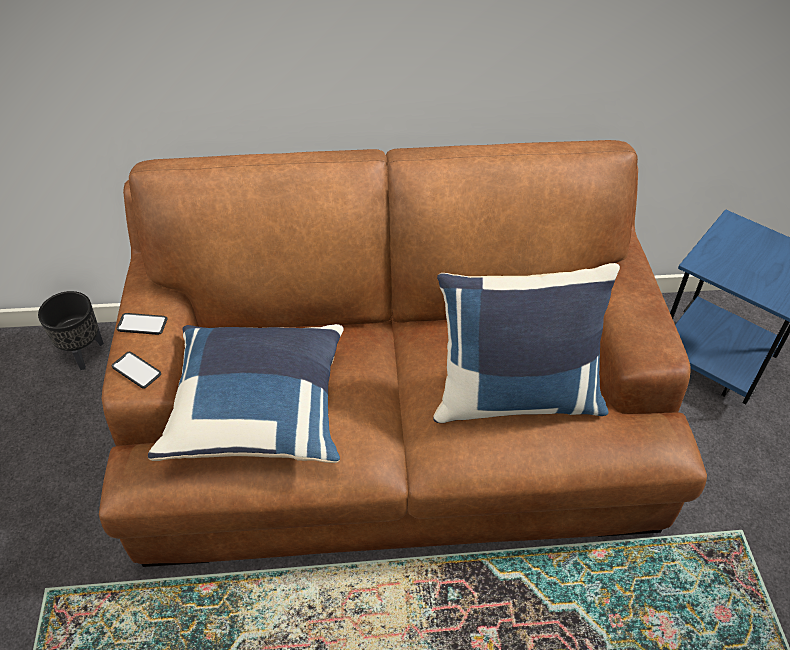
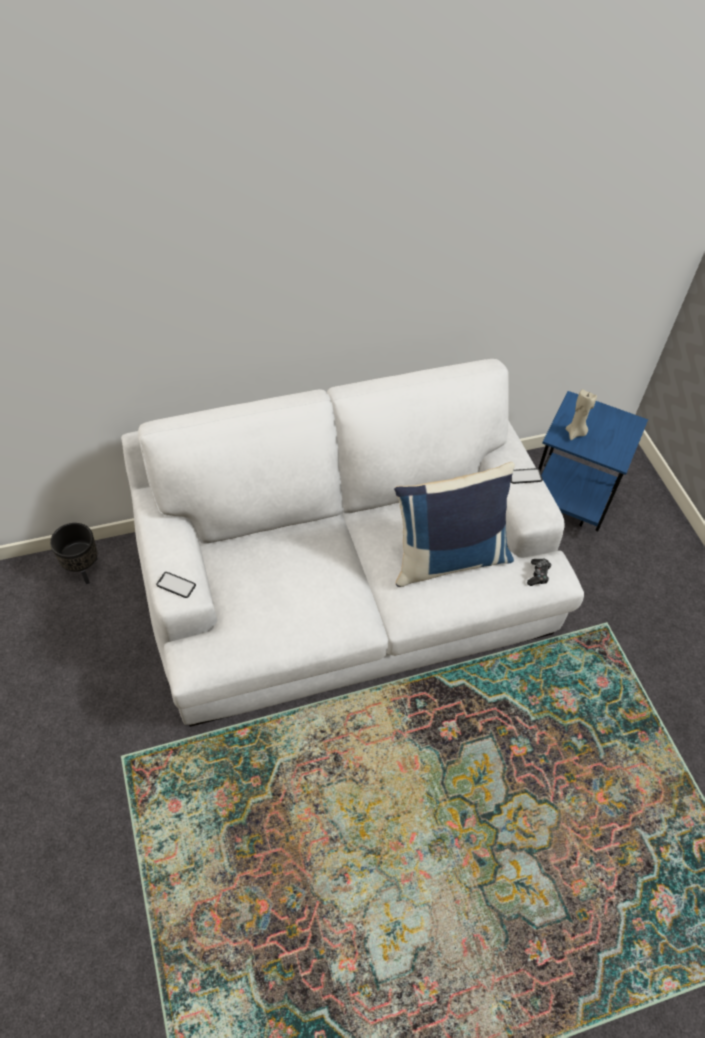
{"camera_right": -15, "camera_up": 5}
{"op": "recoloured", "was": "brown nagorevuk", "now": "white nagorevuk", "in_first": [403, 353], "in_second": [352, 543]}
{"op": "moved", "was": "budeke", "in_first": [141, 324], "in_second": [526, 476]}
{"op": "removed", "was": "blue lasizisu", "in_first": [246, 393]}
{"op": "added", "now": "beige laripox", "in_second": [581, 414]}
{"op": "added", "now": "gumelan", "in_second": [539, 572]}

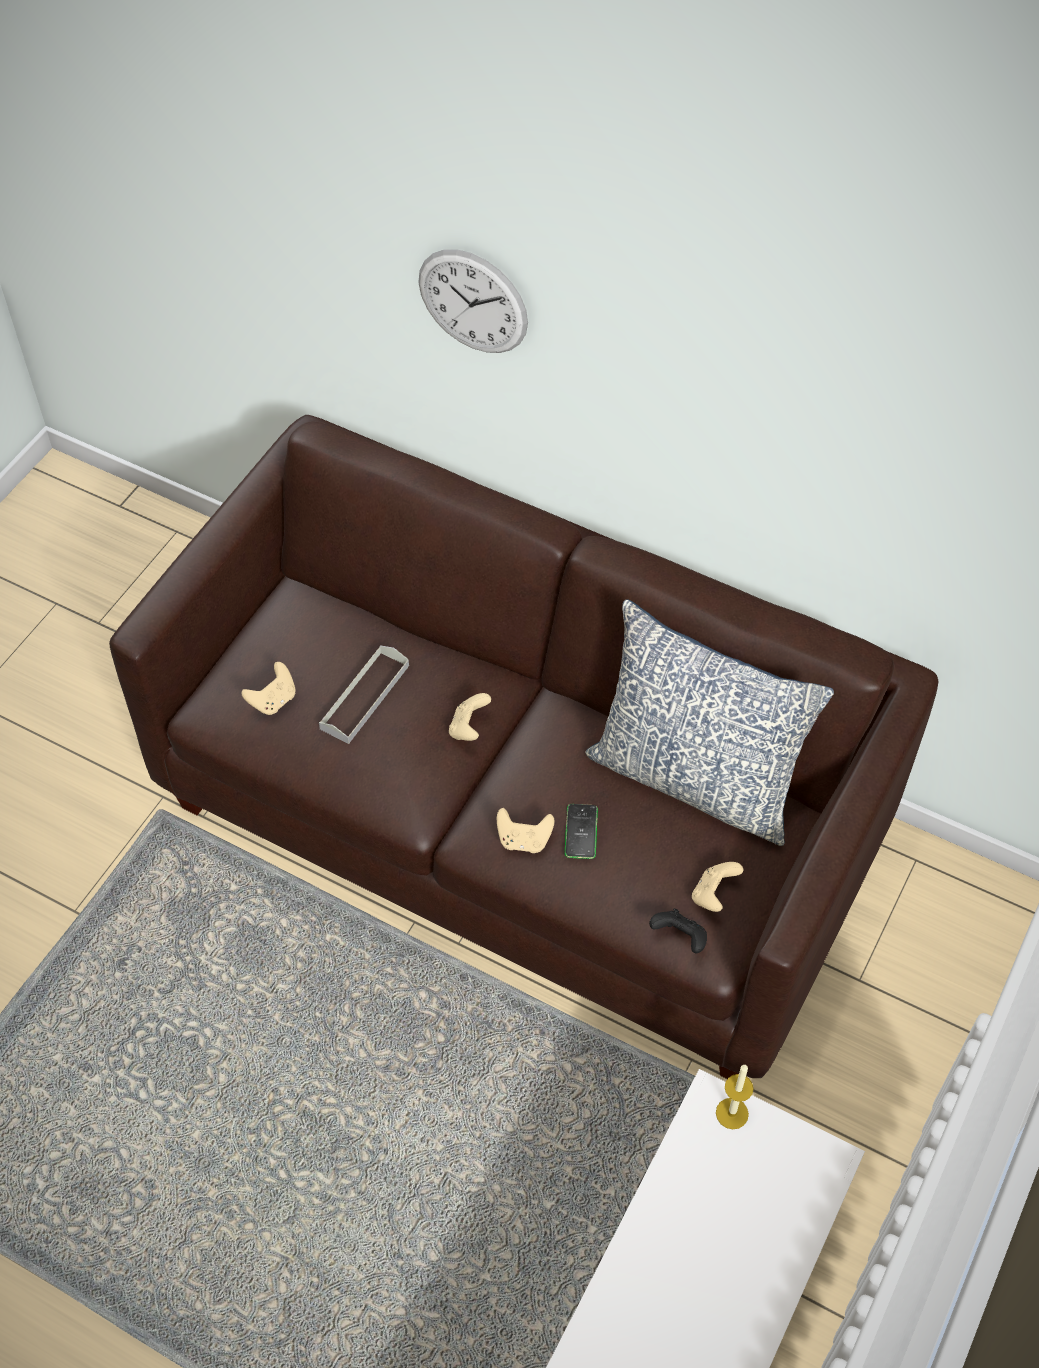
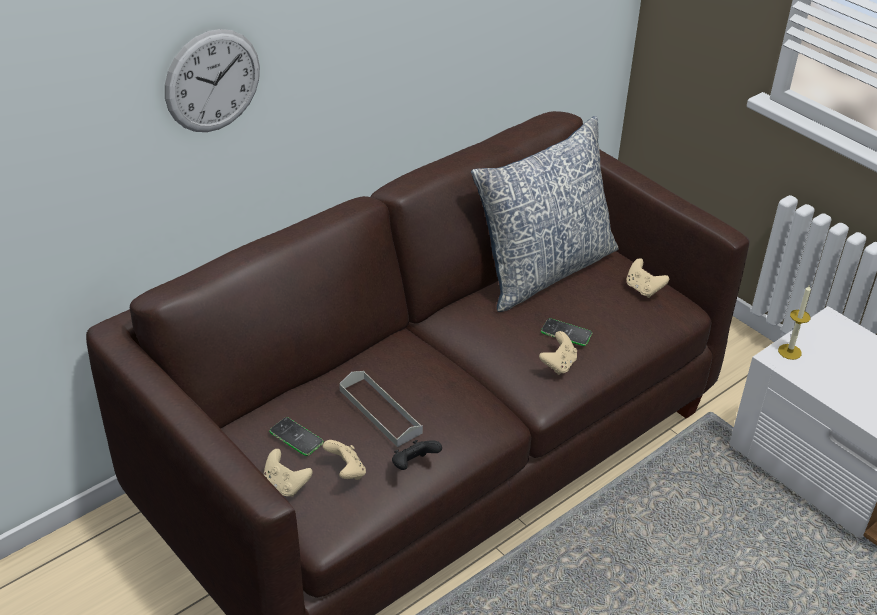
{"camera_right": -70, "camera_up": -15}
{"op": "moved", "was": "beige gumelan", "in_first": [470, 717], "in_second": [288, 473]}
{"op": "moved", "was": "black gumelan", "in_first": [678, 931], "in_second": [417, 455]}
{"op": "added", "now": "budeke", "in_second": [296, 436]}

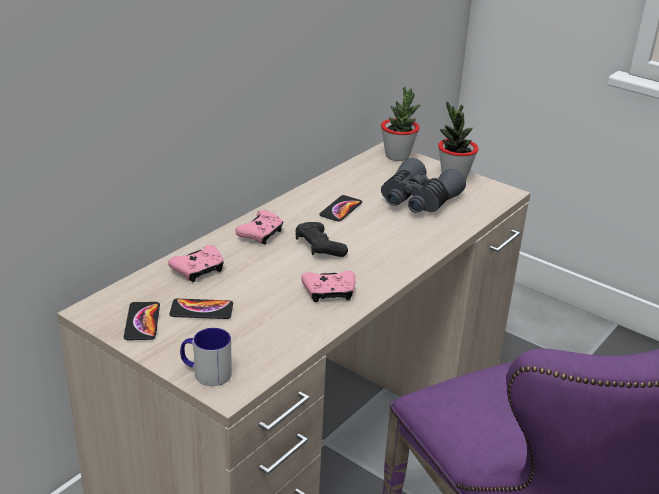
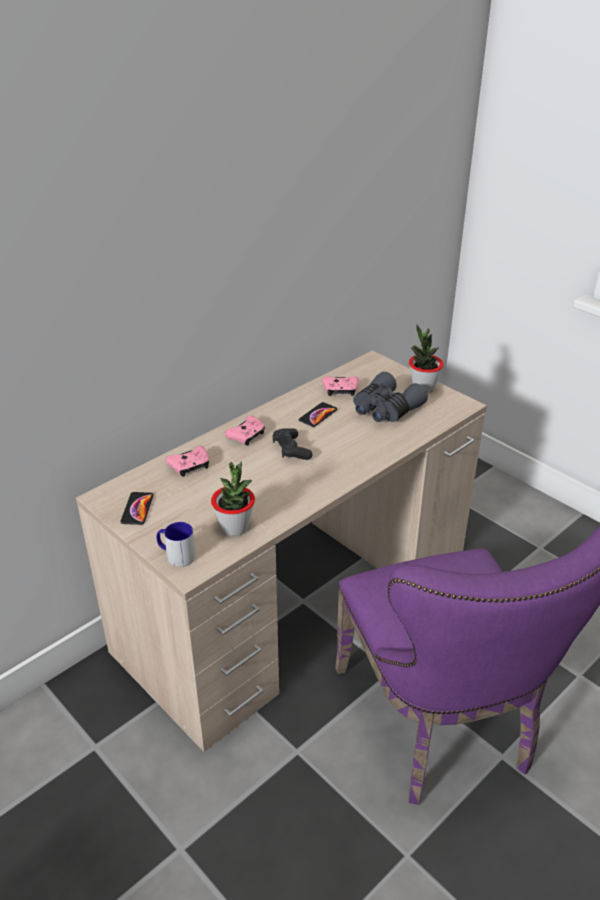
{"camera_right": 10, "camera_up": 5}
{"op": "moved", "was": "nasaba", "in_first": [400, 124], "in_second": [233, 499]}
{"op": "moved", "was": "pink gumelan", "in_first": [328, 286], "in_second": [340, 386]}
{"op": "removed", "was": "budeke", "in_first": [201, 309]}

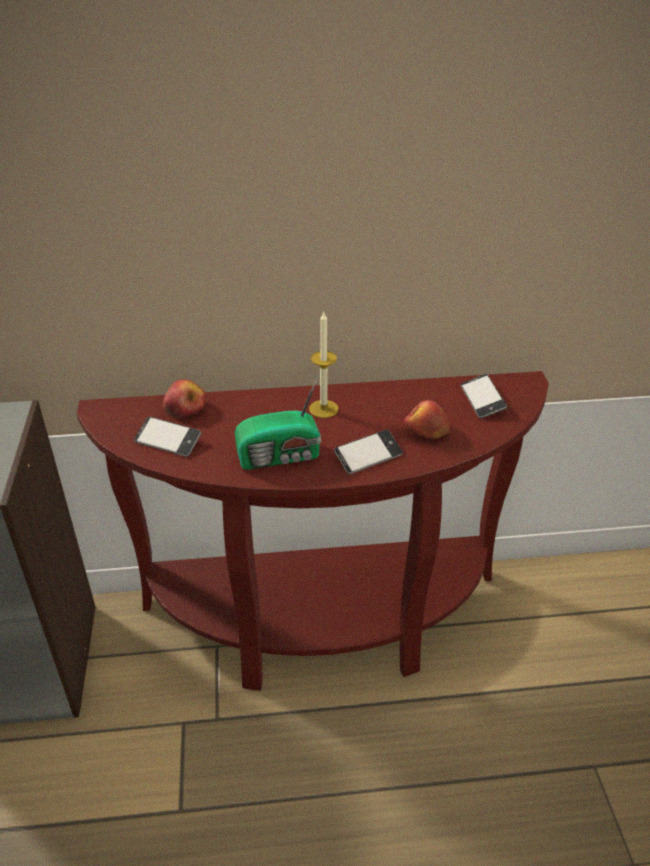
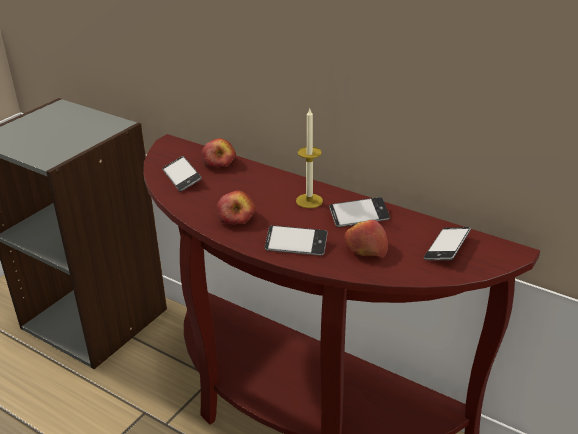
{"camera_right": 40, "camera_up": -5}
{"op": "replaced", "was": "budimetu", "now": "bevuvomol", "in_first": [278, 422], "in_second": [236, 208]}
{"op": "added", "now": "budeke", "in_second": [359, 212]}

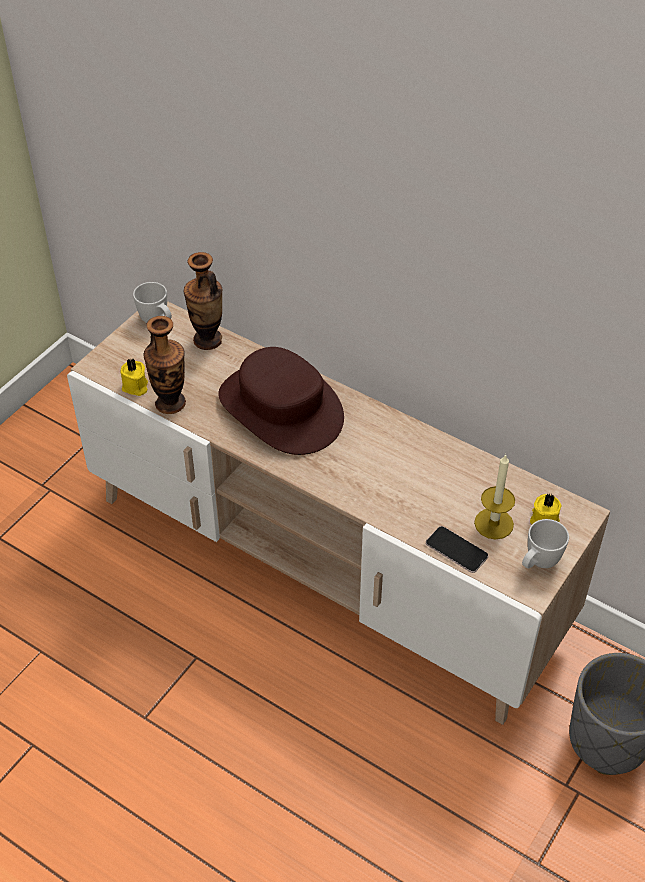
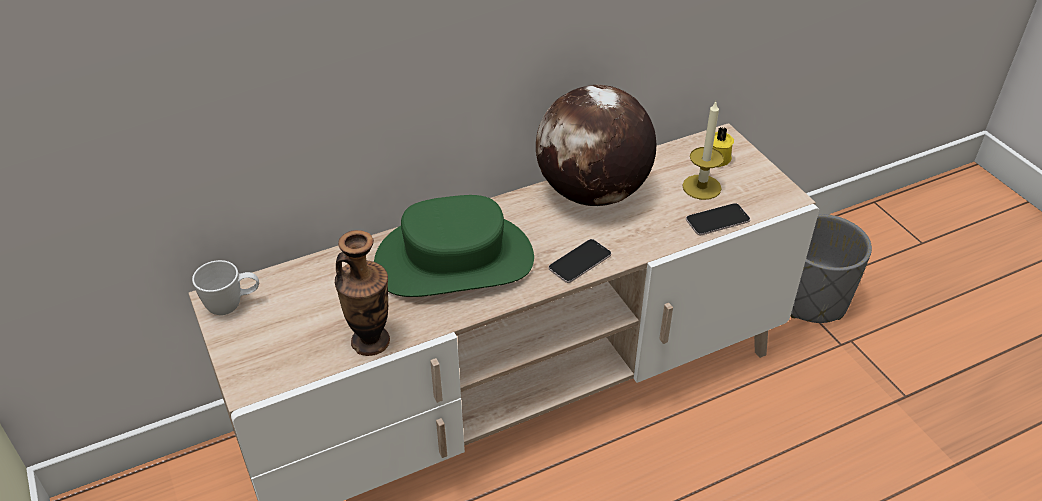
{"camera_right": -60, "camera_up": -5}
{"op": "removed", "was": "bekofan", "in_first": [203, 301]}
{"op": "recoloured", "was": "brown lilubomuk", "now": "green lilubomuk", "in_first": [281, 401], "in_second": [454, 246]}
{"op": "removed", "was": "yellow laripox", "in_first": [134, 377]}
{"op": "removed", "was": "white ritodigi", "in_first": [545, 544]}
{"op": "added", "now": "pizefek", "in_second": [596, 145]}
{"op": "added", "now": "budeke", "in_second": [580, 261]}

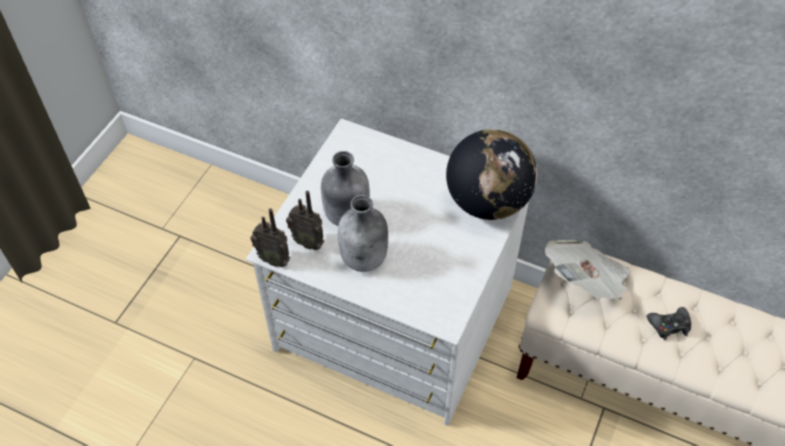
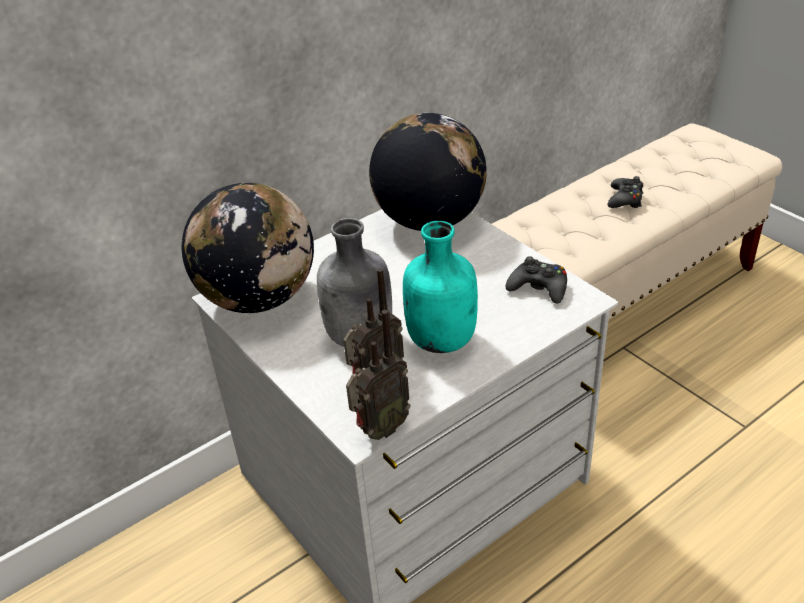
{"camera_right": -60, "camera_up": -15}
{"op": "recoloured", "was": "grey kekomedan", "now": "turquoise kekomedan", "in_first": [363, 233], "in_second": [440, 287]}
{"op": "removed", "was": "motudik", "in_first": [588, 270]}
{"op": "added", "now": "pizefek", "in_second": [248, 248]}
{"op": "added", "now": "black gumelan", "in_second": [536, 280]}

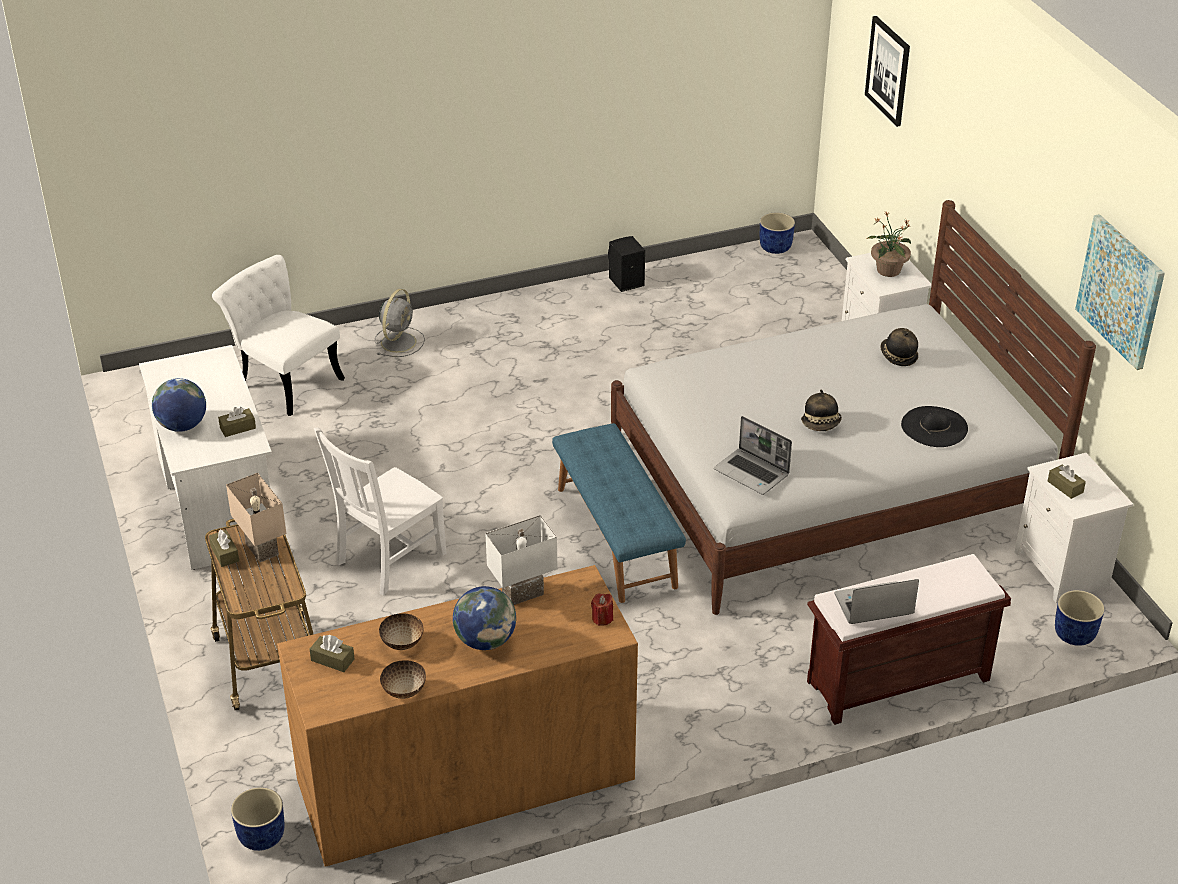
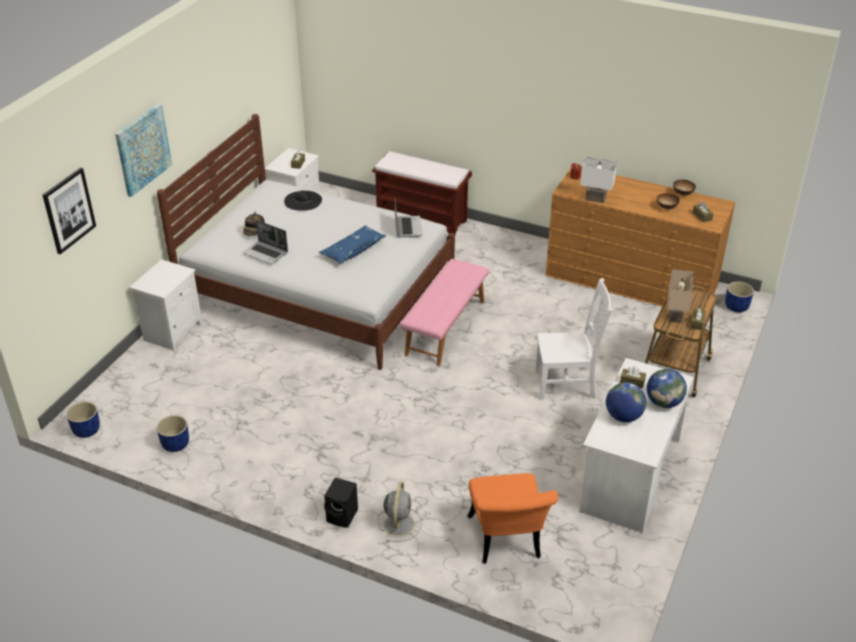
{"camera_right": -135, "camera_up": 0}
{"op": "removed", "was": "nasaba", "in_first": [888, 244]}
{"op": "moved", "was": "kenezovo", "in_first": [1120, 292], "in_second": [143, 150]}
{"op": "moved", "was": "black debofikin", "in_first": [626, 264], "in_second": [341, 503]}
{"op": "recoloured", "was": "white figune", "now": "orange figune", "in_first": [278, 335], "in_second": [512, 518]}
{"op": "turned", "was": "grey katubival", "in_first": [400, 323], "in_second": [399, 512], "clockwise": 120}
{"op": "removed", "was": "lilubomuk", "in_first": [821, 410]}
{"op": "recoloured", "was": "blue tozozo", "now": "pink tozozo", "in_first": [619, 513], "in_second": [445, 312]}
{"op": "moved", "was": "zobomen", "in_first": [876, 601], "in_second": [265, 242]}
{"op": "moved", "was": "pizefek", "in_first": [484, 618], "in_second": [626, 402]}
{"op": "moved", "was": "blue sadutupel", "in_first": [1080, 618], "in_second": [173, 433]}
{"op": "added", "now": "blue lasizisu", "in_second": [352, 244]}

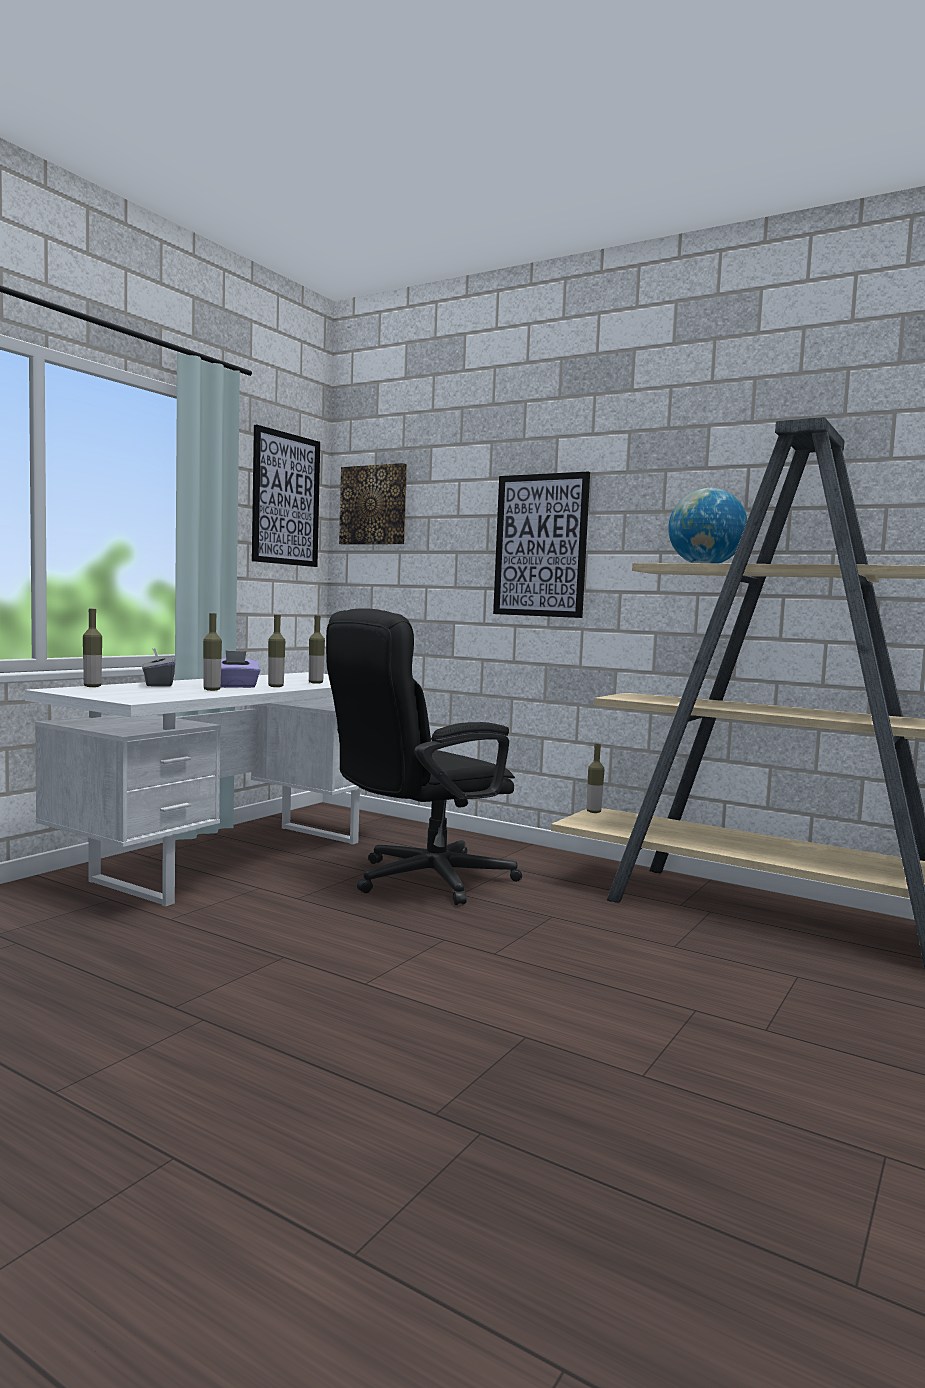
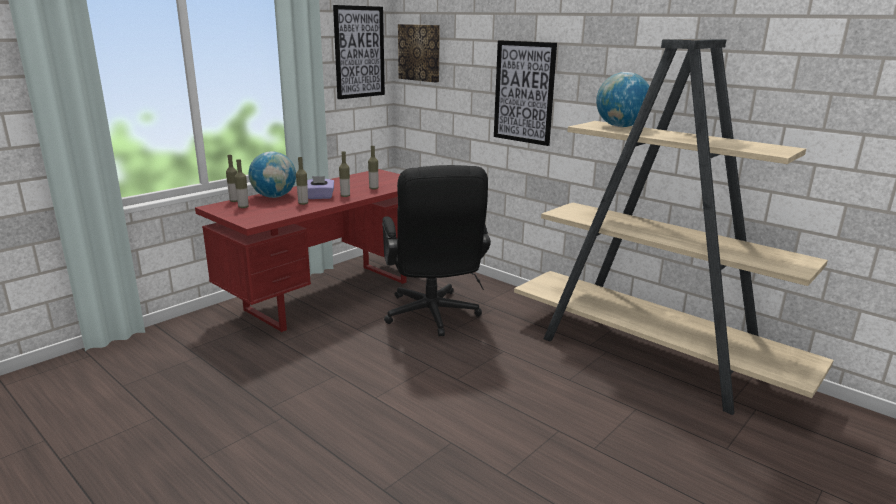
{"camera_right": 10, "camera_up": 15}
{"op": "turned", "was": "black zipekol", "in_first": [424, 756], "in_second": [436, 250], "clockwise": -75}
{"op": "replaced", "was": "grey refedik", "now": "pizefek", "in_first": [158, 667], "in_second": [272, 175]}
{"op": "recoloured", "was": "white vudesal", "now": "red vudesal", "in_first": [193, 789], "in_second": [300, 250]}
{"op": "moved", "was": "kekomedan", "in_first": [596, 778], "in_second": [241, 183]}

